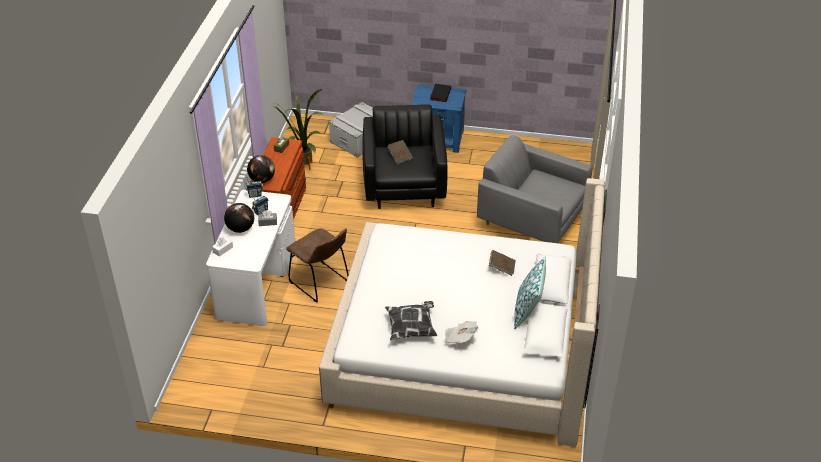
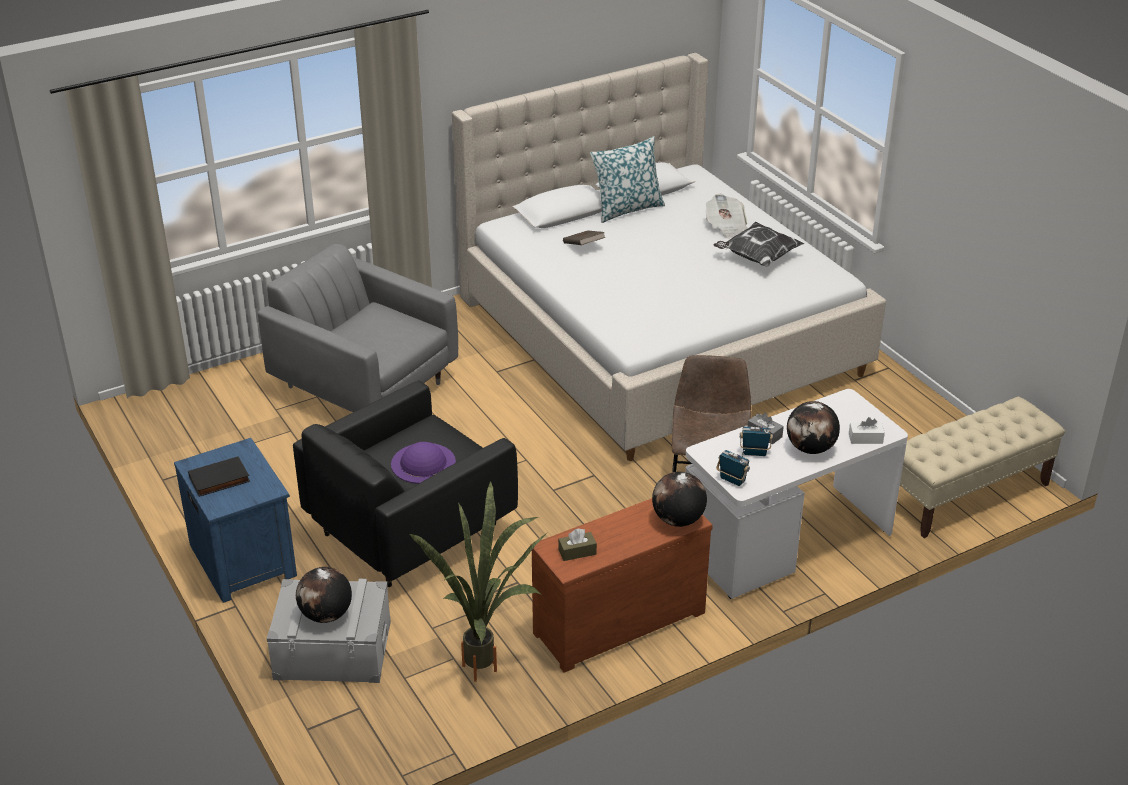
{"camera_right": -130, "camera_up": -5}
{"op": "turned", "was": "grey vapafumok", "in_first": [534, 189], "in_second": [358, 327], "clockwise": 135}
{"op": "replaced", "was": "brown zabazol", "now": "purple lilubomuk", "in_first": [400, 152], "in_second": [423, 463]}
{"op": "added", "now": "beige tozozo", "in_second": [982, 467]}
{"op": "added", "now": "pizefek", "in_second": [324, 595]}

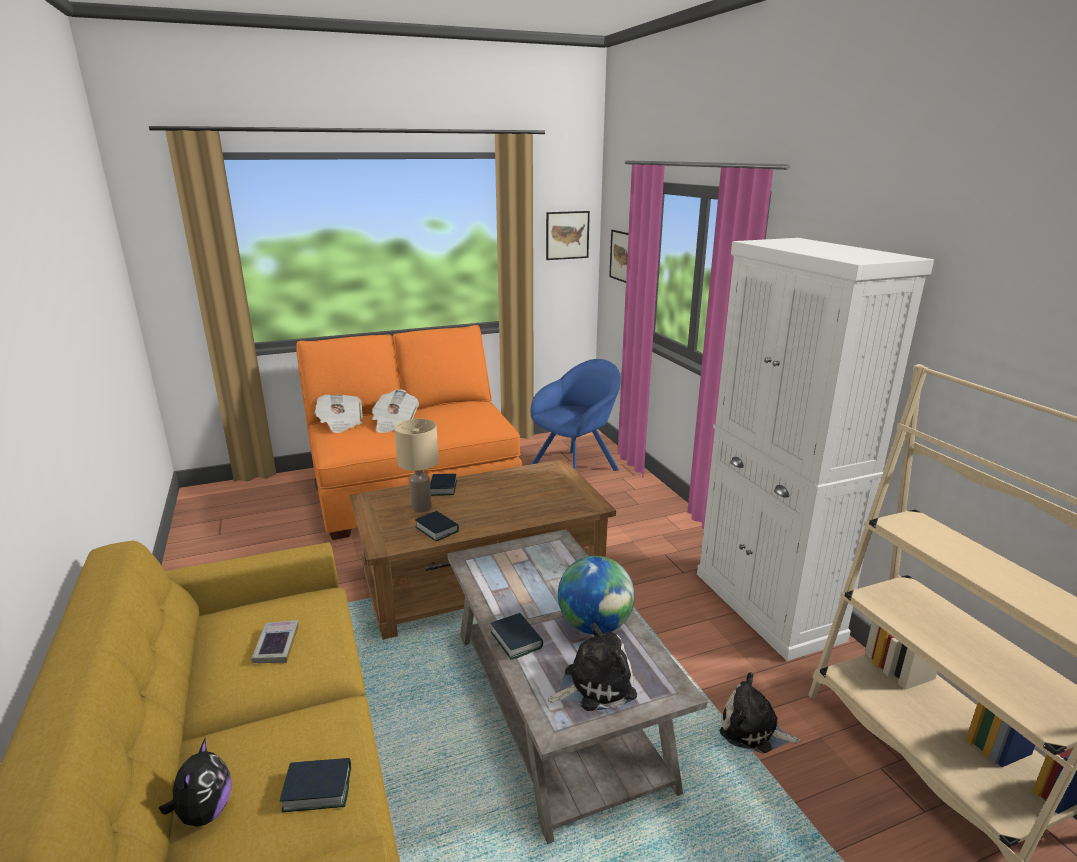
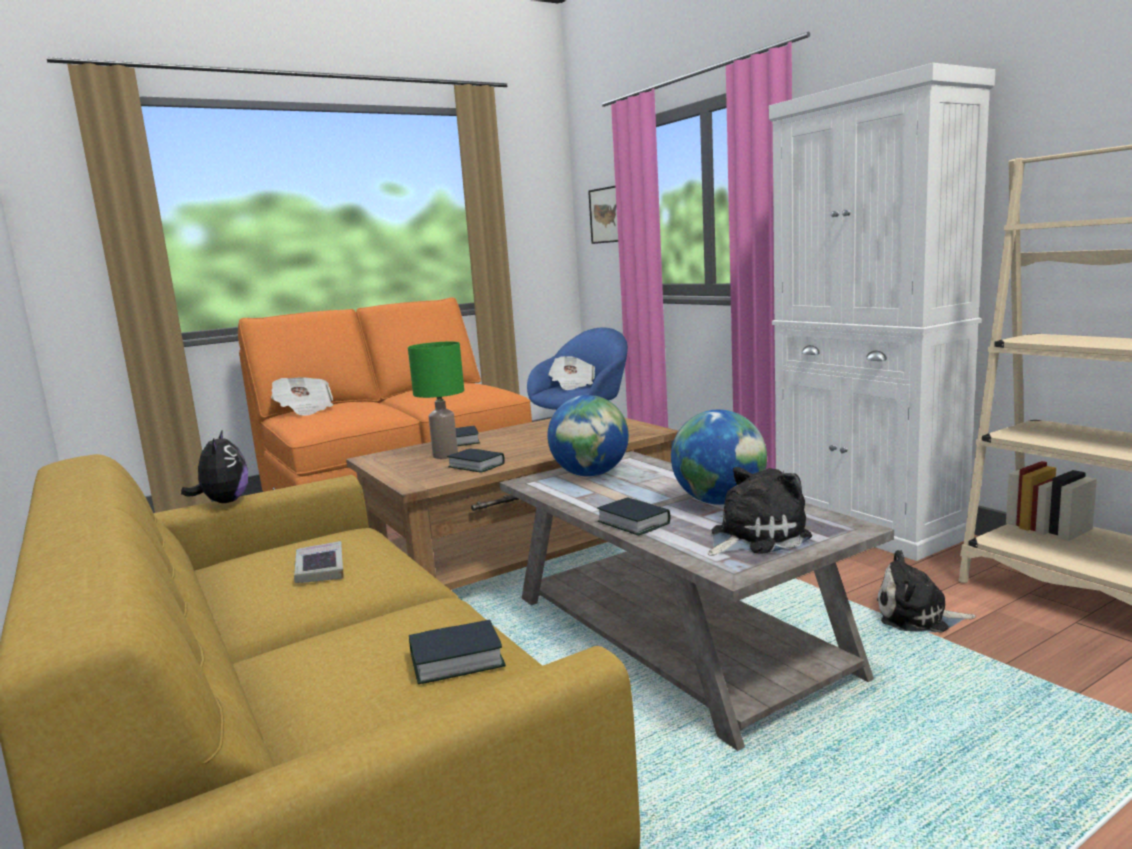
{"camera_right": -10, "camera_up": -10}
{"op": "removed", "was": "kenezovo", "in_first": [568, 235]}
{"op": "moved", "was": "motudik", "in_first": [395, 411], "in_second": [571, 373]}
{"op": "recoloured", "was": "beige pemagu", "now": "green pemagu", "in_first": [416, 466], "in_second": [436, 400]}
{"op": "moved", "was": "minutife", "in_first": [195, 782], "in_second": [214, 466]}
{"op": "added", "now": "pizefek", "in_second": [588, 436]}

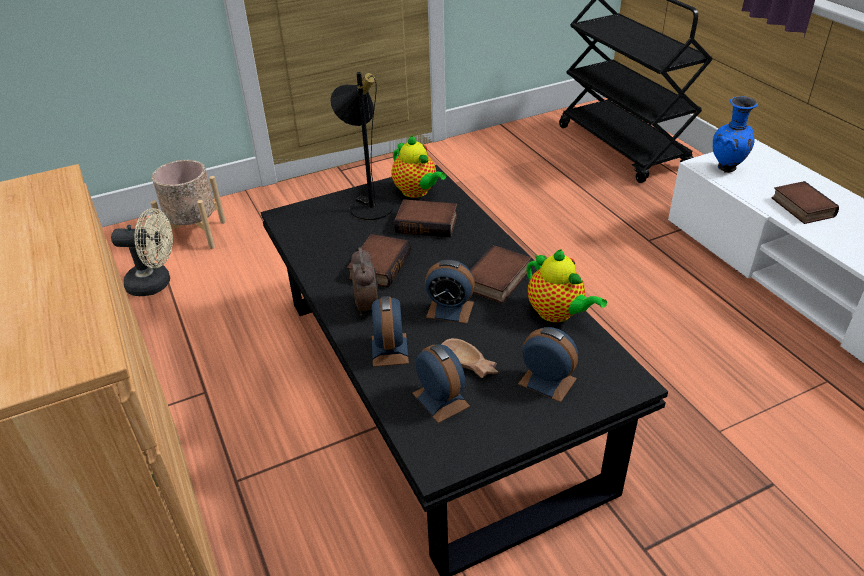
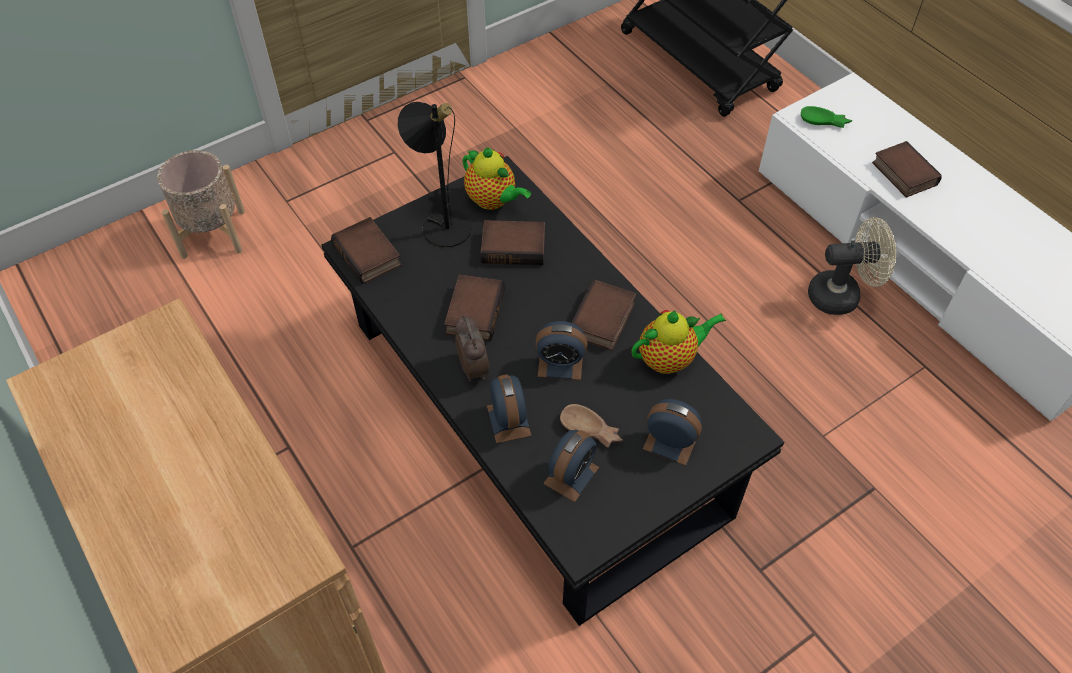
{"camera_right": -10, "camera_up": 15}
{"op": "replaced", "was": "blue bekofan", "now": "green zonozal", "in_first": [735, 134], "in_second": [826, 117]}
{"op": "moved", "was": "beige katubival", "in_first": [142, 252], "in_second": [852, 266]}
{"op": "turned", "was": "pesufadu", "in_first": [566, 286], "in_second": [679, 342], "clockwise": -60}
{"op": "turned", "was": "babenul", "in_first": [441, 383], "in_second": [571, 466], "clockwise": 75}
{"op": "added", "now": "zabazol", "in_second": [366, 250]}

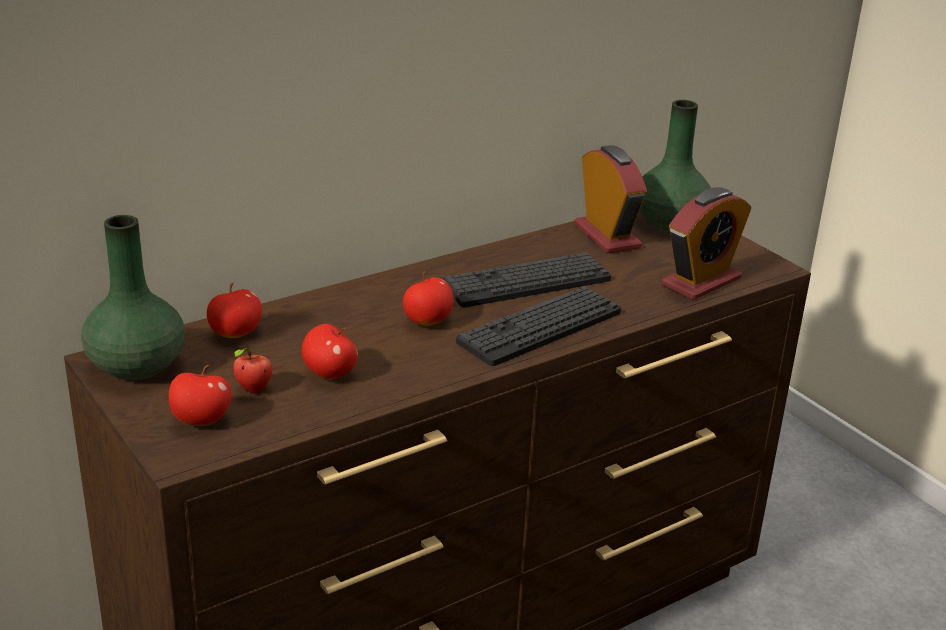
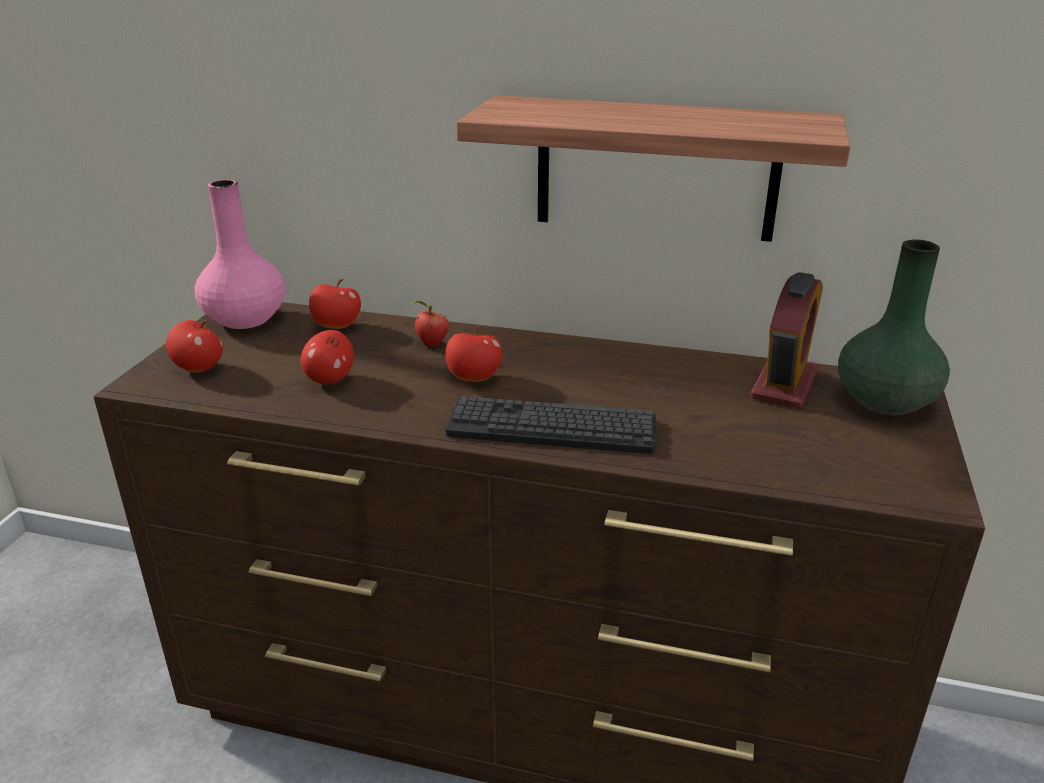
{"camera_right": 50, "camera_up": 0}
{"op": "removed", "was": "babenul", "in_first": [707, 243]}
{"op": "recoloured", "was": "green bekofan", "now": "pink bekofan", "in_first": [133, 298], "in_second": [240, 254]}
{"op": "removed", "was": "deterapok", "in_first": [526, 280]}
{"op": "moved", "was": "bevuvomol", "in_first": [253, 371], "in_second": [429, 324]}
{"op": "added", "now": "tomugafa", "in_second": [653, 168]}

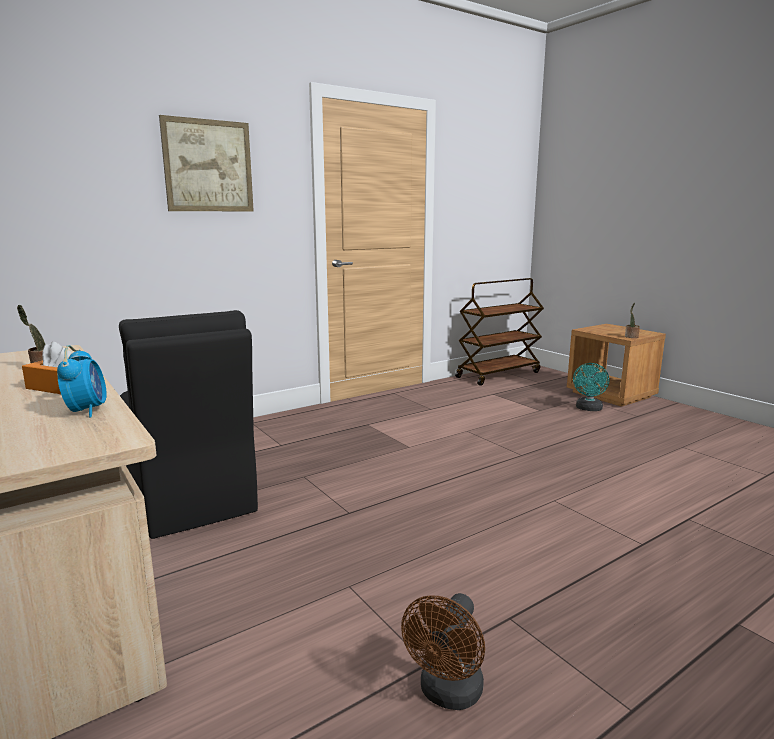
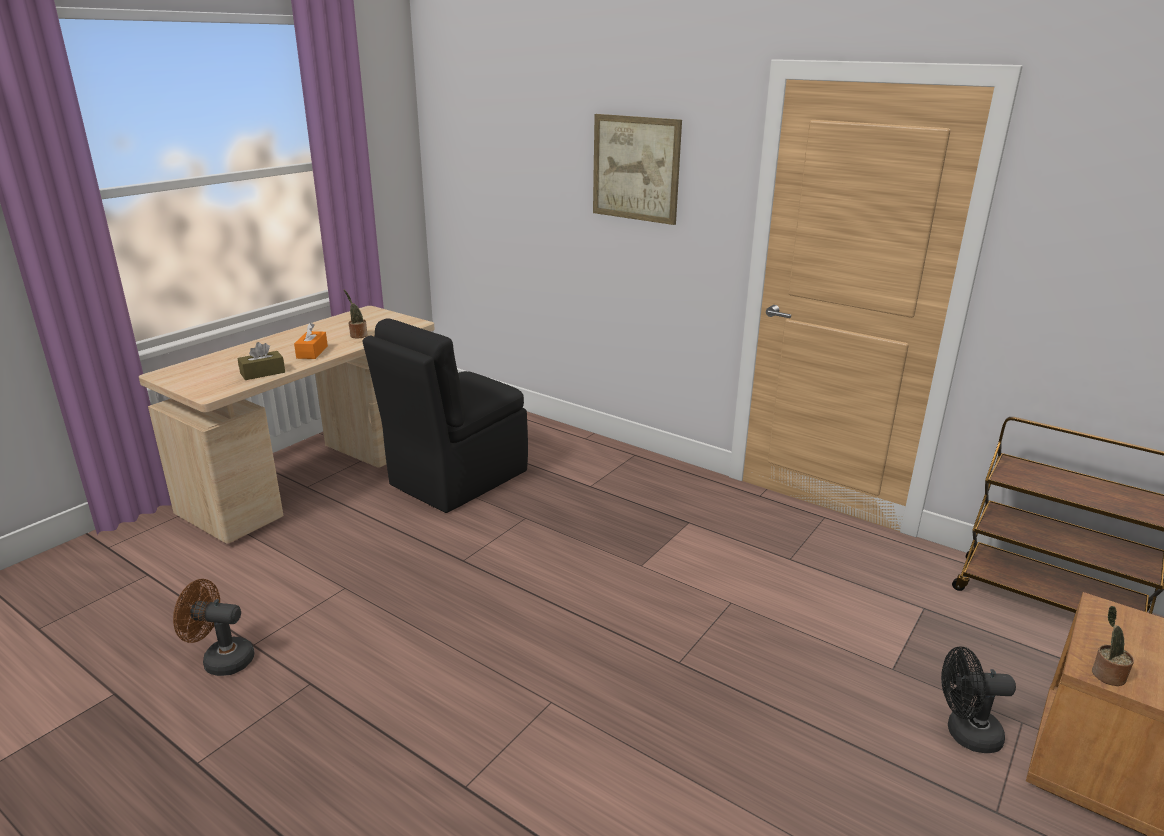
{"camera_right": 70, "camera_up": 10}
{"op": "replaced", "was": "babenul", "now": "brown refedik", "in_first": [82, 381], "in_second": [261, 361]}
{"op": "recoloured", "was": "turquoise katubival", "now": "black katubival", "in_first": [591, 387], "in_second": [978, 699]}

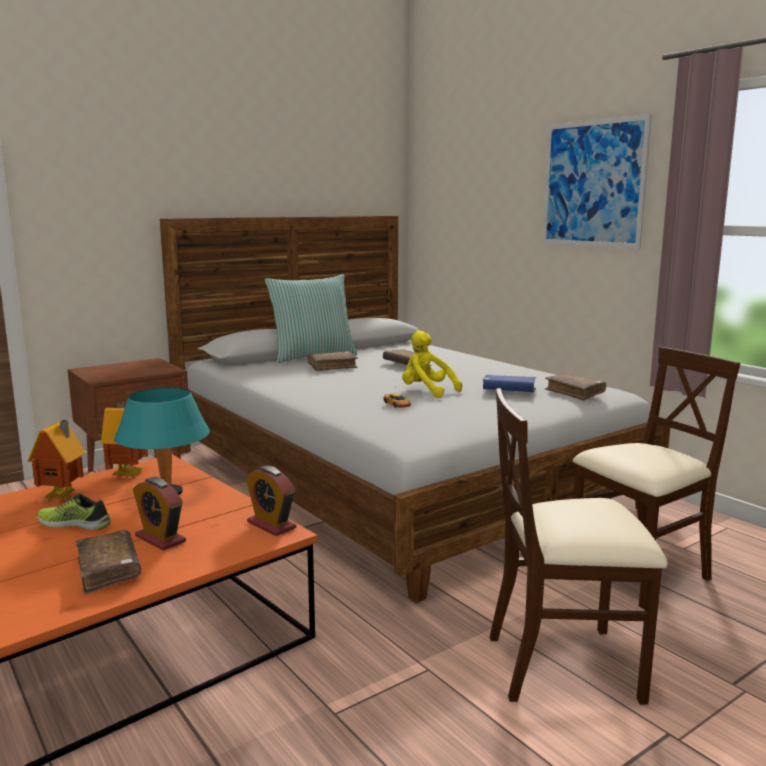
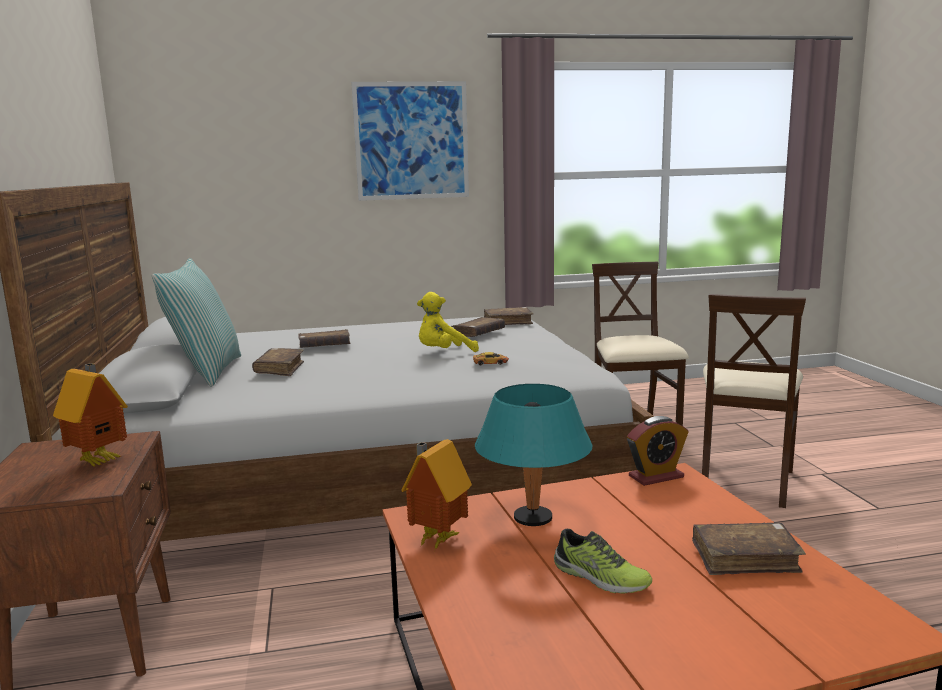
{"camera_right": -65, "camera_up": 0}
{"op": "recoloured", "was": "blue zabazol", "now": "brown zabazol", "in_first": [509, 383], "in_second": [478, 327]}
{"op": "moved", "was": "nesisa", "in_first": [56, 460], "in_second": [90, 415]}
{"op": "removed", "was": "babenul", "in_first": [159, 513]}
{"op": "turned", "was": "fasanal", "in_first": [74, 512], "in_second": [603, 561], "clockwise": -90}

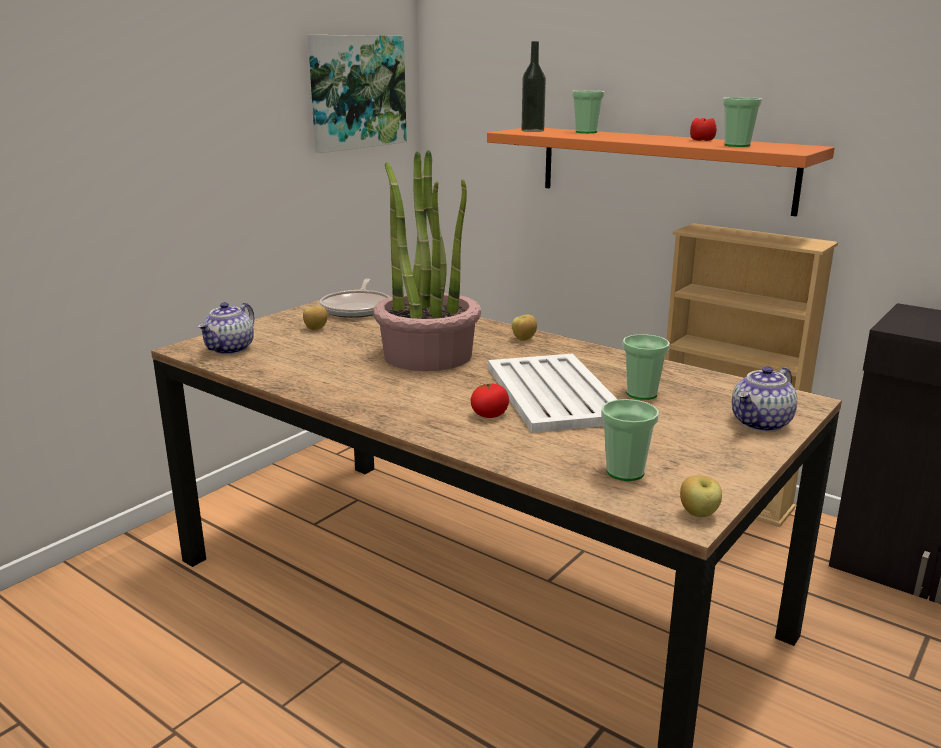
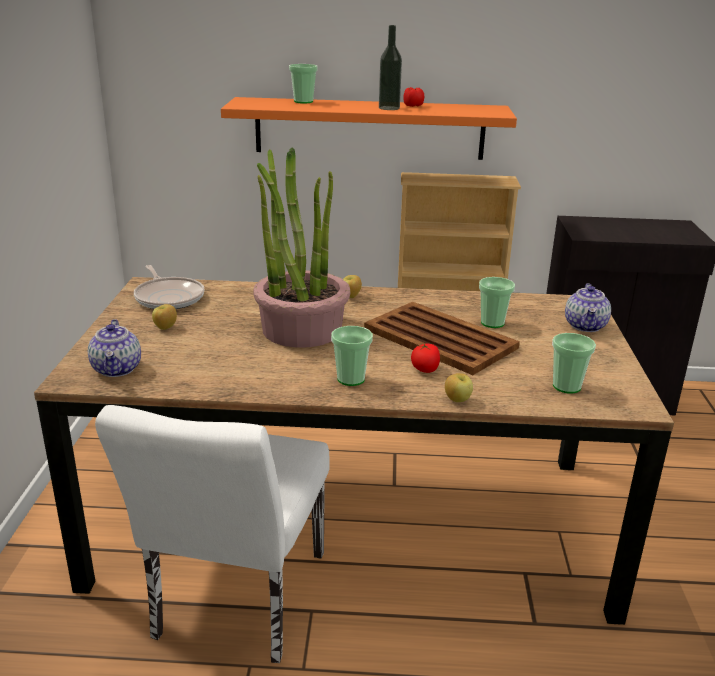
{"camera_right": -35, "camera_up": 5}
{"op": "removed", "was": "kenezovo", "in_first": [357, 94]}
{"op": "moved", "was": "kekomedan", "in_first": [533, 86], "in_second": [390, 67]}
{"op": "moved", "was": "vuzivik", "in_first": [742, 122], "in_second": [352, 356]}
{"op": "recoloured", "was": "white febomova", "now": "brown febomova", "in_first": [553, 393], "in_second": [442, 338]}
{"op": "moved", "was": "bevuvomol", "in_first": [701, 497], "in_second": [459, 387]}
{"op": "added", "now": "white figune", "in_second": [212, 534]}

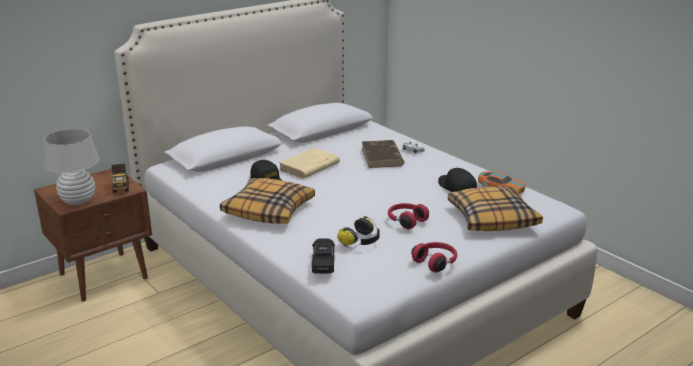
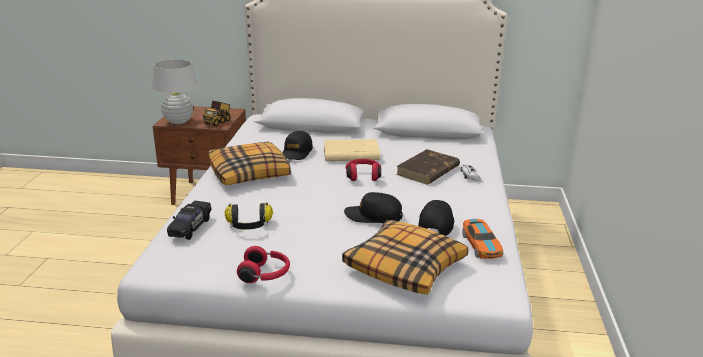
{"camera_right": 45, "camera_up": 0}
{"op": "moved", "was": "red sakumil", "in_first": [408, 216], "in_second": [363, 170]}
{"op": "turned", "was": "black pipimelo", "in_first": [323, 256], "in_second": [189, 220], "clockwise": 150}
{"op": "added", "now": "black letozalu", "in_second": [373, 207]}

